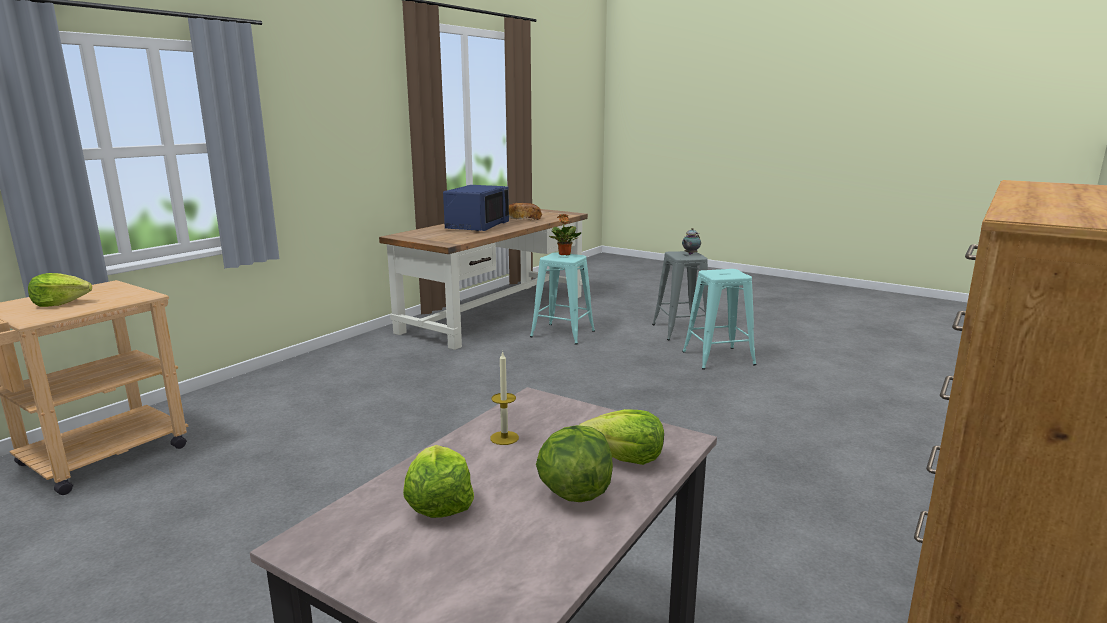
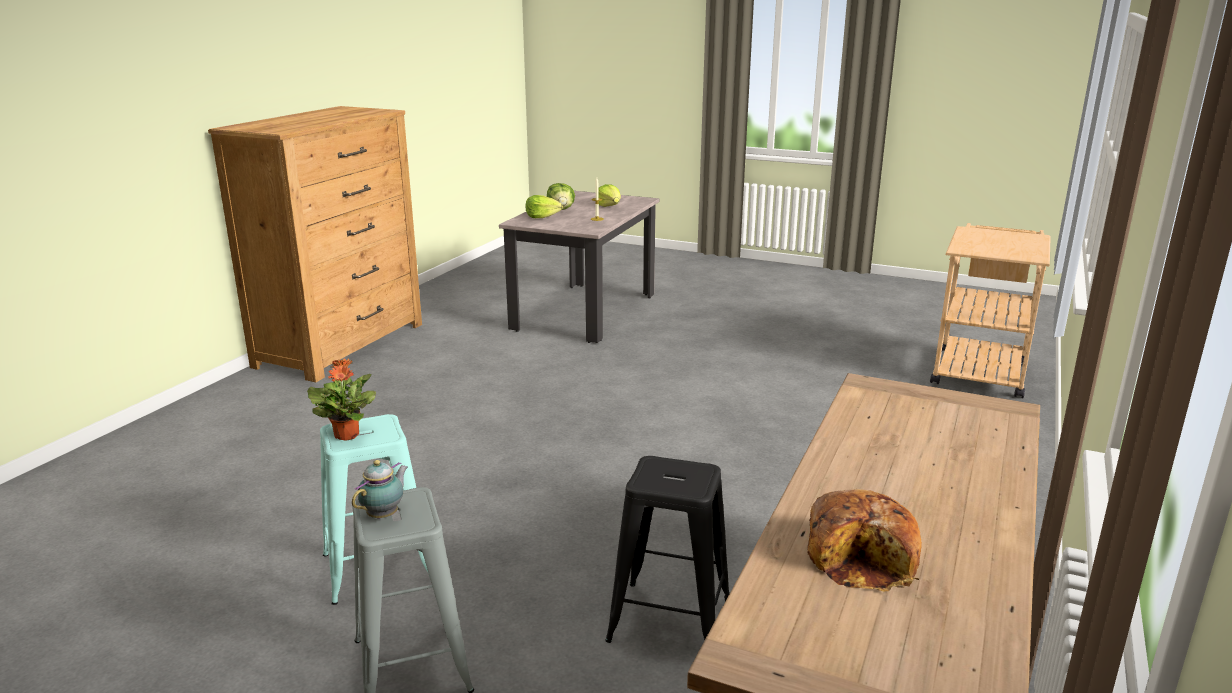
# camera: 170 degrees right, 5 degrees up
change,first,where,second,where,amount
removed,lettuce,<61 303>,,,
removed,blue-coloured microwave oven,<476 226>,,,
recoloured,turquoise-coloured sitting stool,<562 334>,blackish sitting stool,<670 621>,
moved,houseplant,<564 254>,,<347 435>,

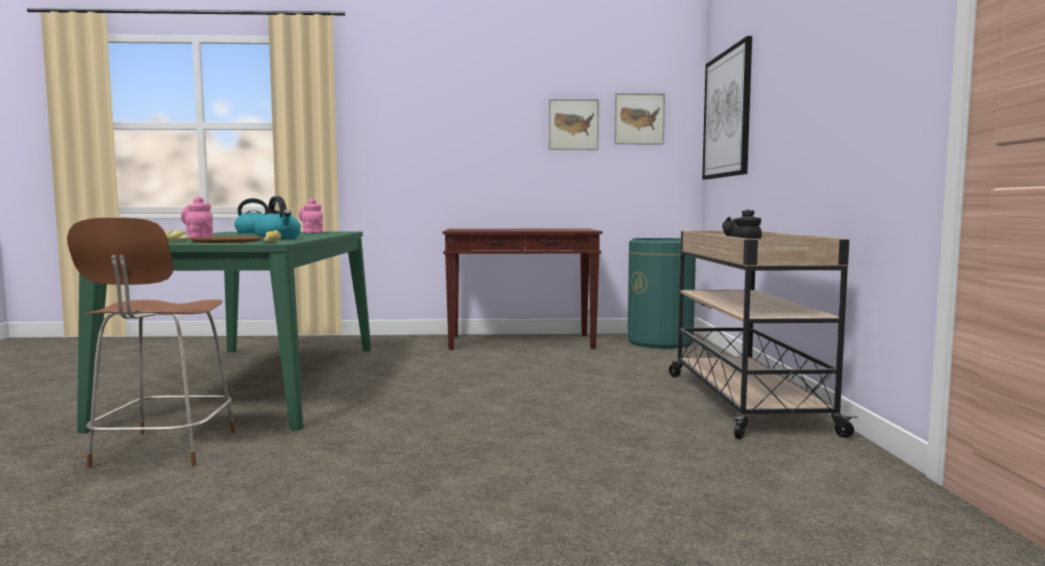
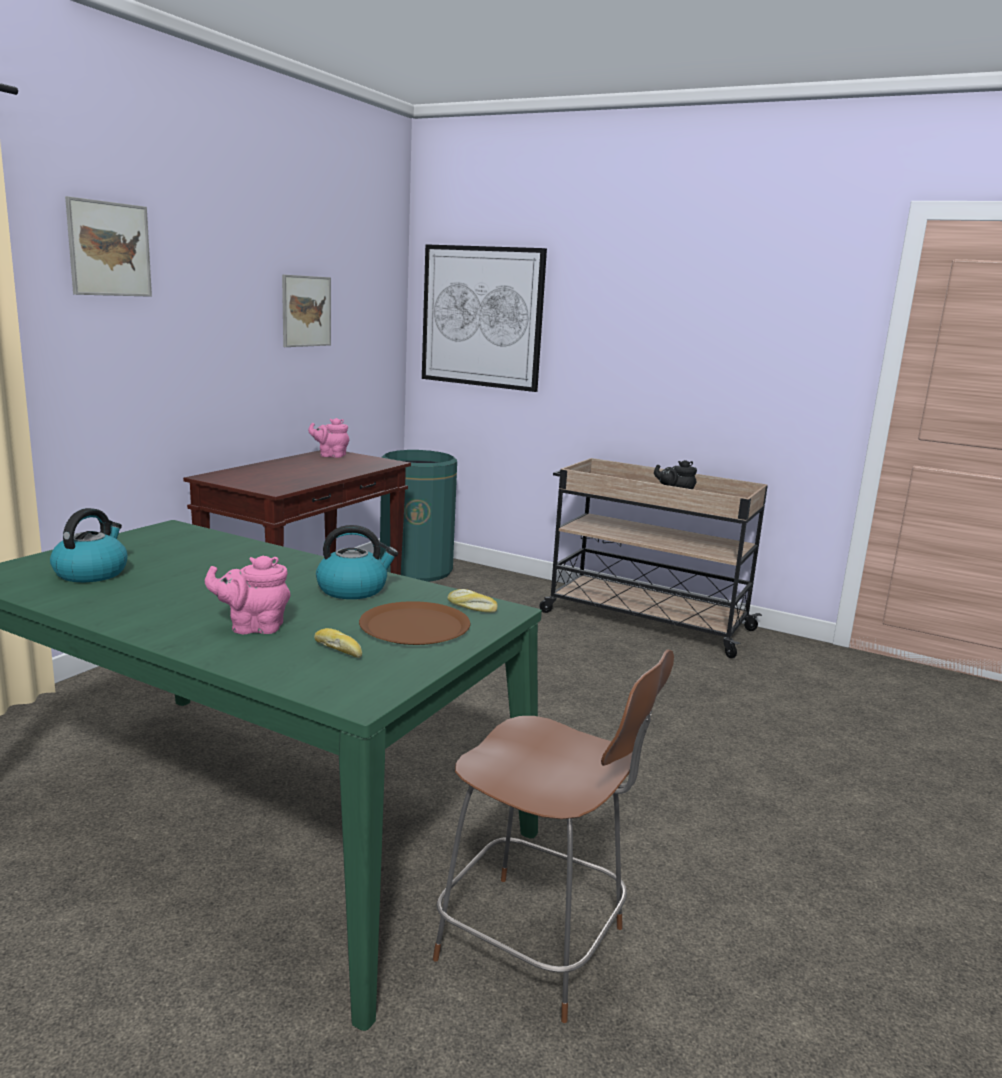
# camera: 60 degrees left, 10 degrees up
change,first,where,second,where,amount
moved,pink-coloured tea pot,<312 232>,,<330 455>,
moved,picture,<639 119>,,<109 249>,

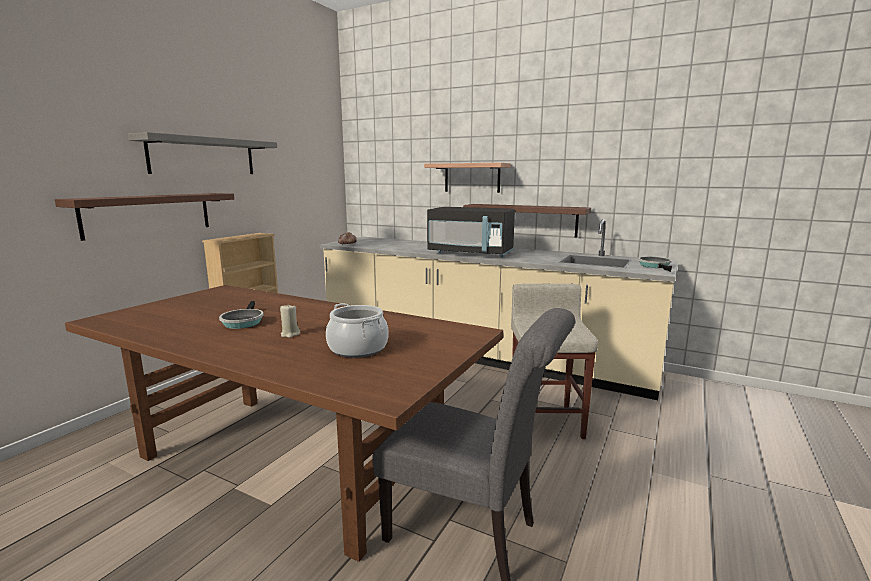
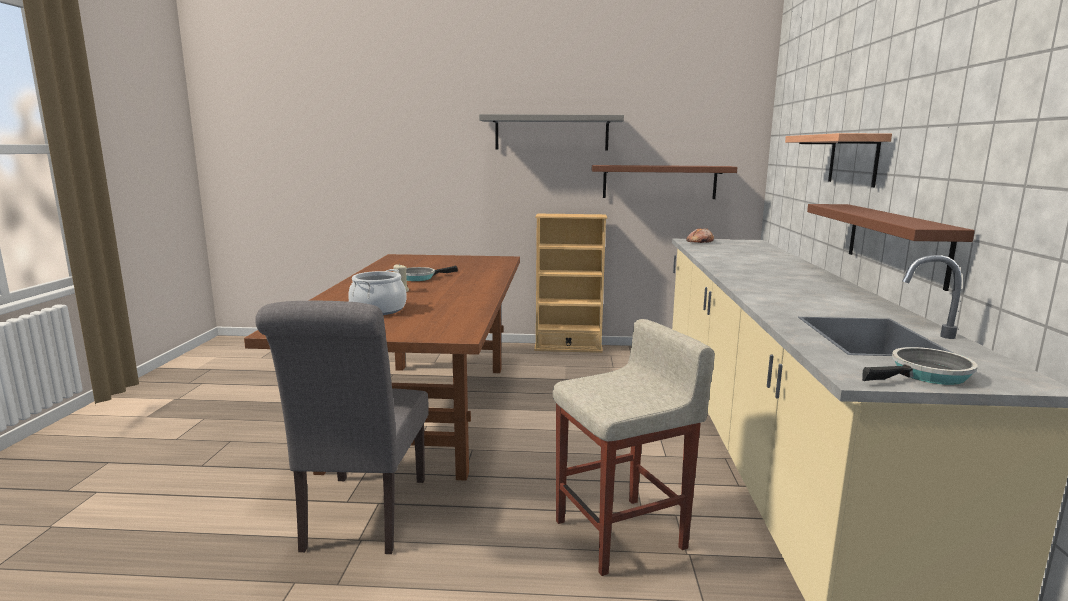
# camera: 65 degrees right, 0 degrees up
change,first,where,second,where,amount
moved,brown wall shelf,<149 214>,,<659 182>,
removed,blackish microwave oven,<471 253>,,,

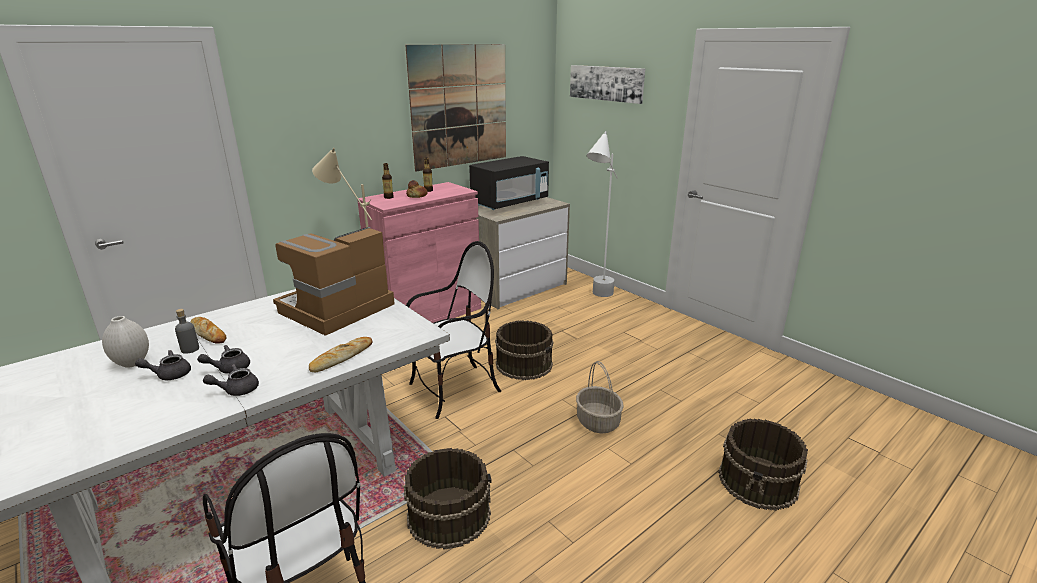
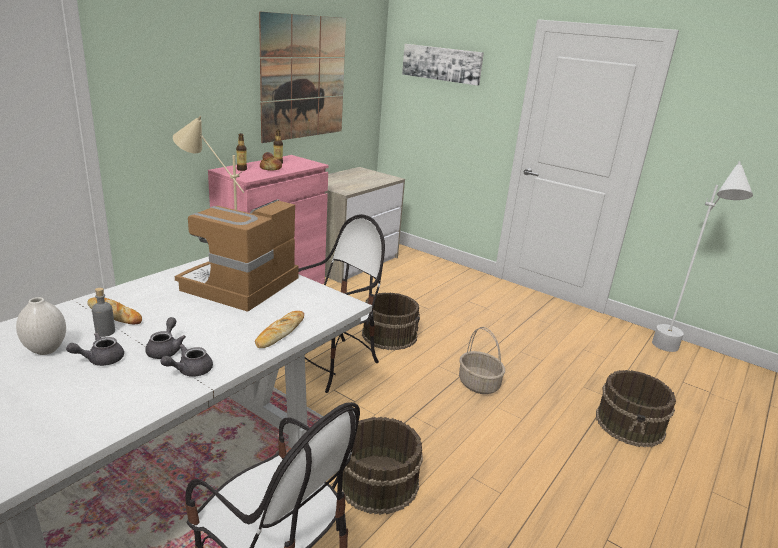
# camera: 15 degrees left, 0 degrees up
change,first,where,second,where,amount
turned,greyish tea pot,<229 368>,,<166 349>,135 degrees clockwise
removed,blackish microwave oven,<510 203>,,,
moved,whitish standard lamp,<597 299>,,<669 356>,

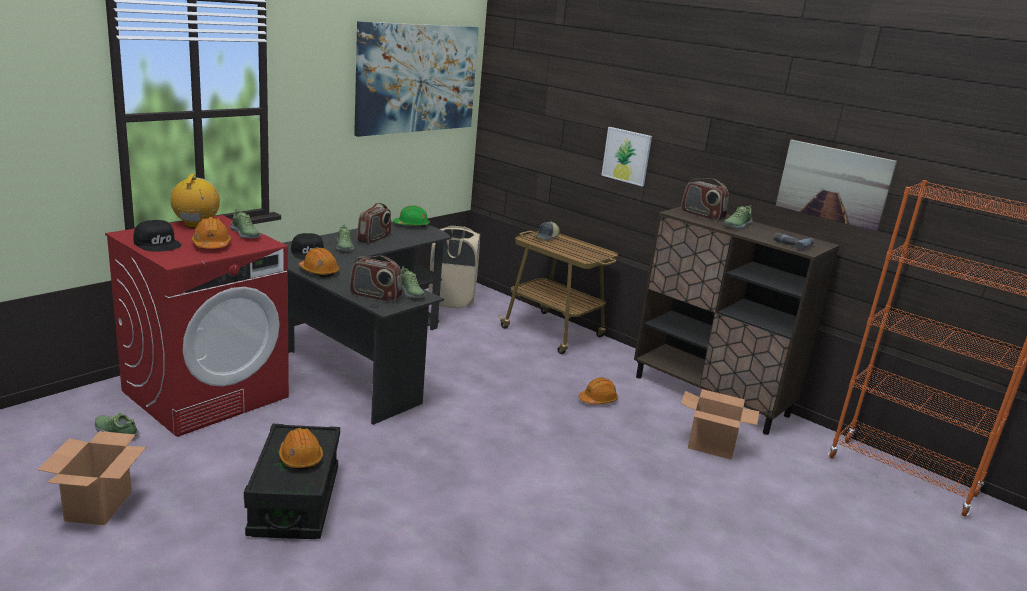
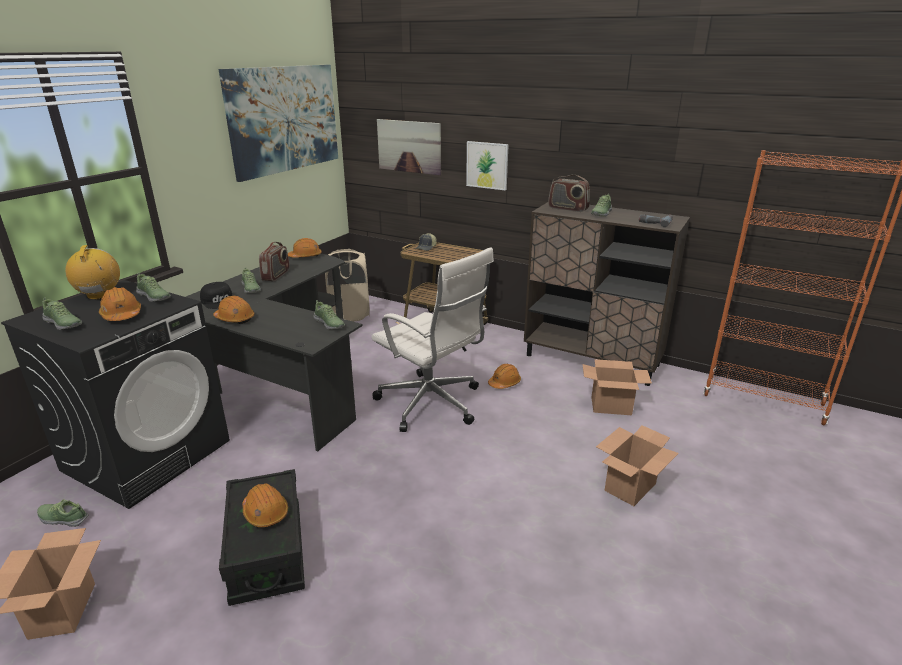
# camera: 10 degrees left, 5 degrees up
change,first,where,second,where,amount
recoloured,reddish laundry appliance,<206 394>,blackish laundry appliance,<148 454>,
replaced,blackish baseball cap,<158 243>,shoe,<63 324>,
removed,radio,<375 296>,,,
recoloured,greenish safety helmet,<411 225>,orange safety helmet,<305 256>,
moved,picture,<833 184>,,<409 146>,
added,,,whitish office chair,<431 404>,
added,,,cardboard box,<630 487>,

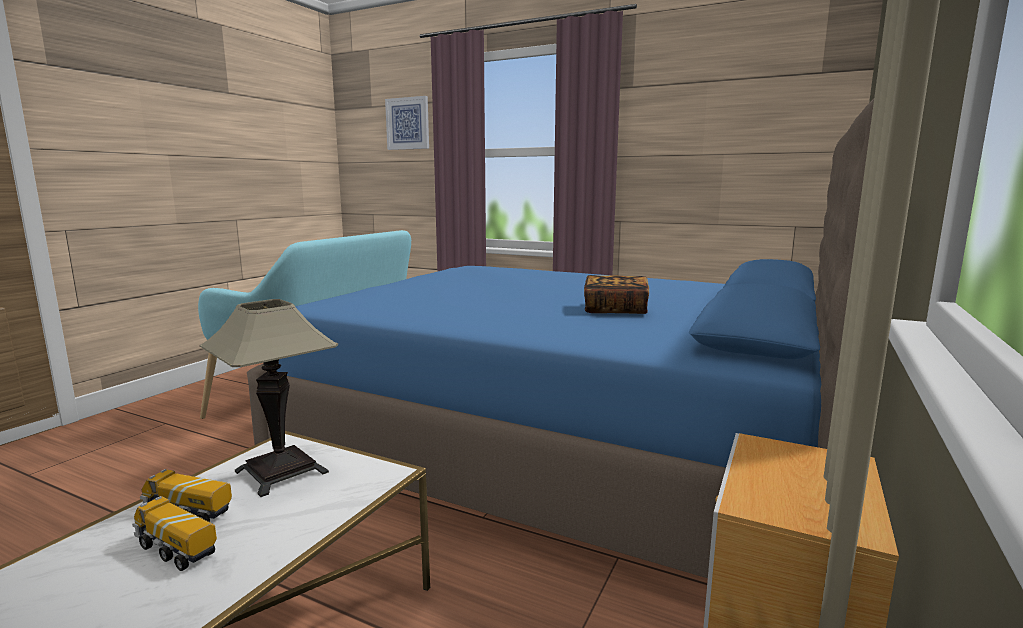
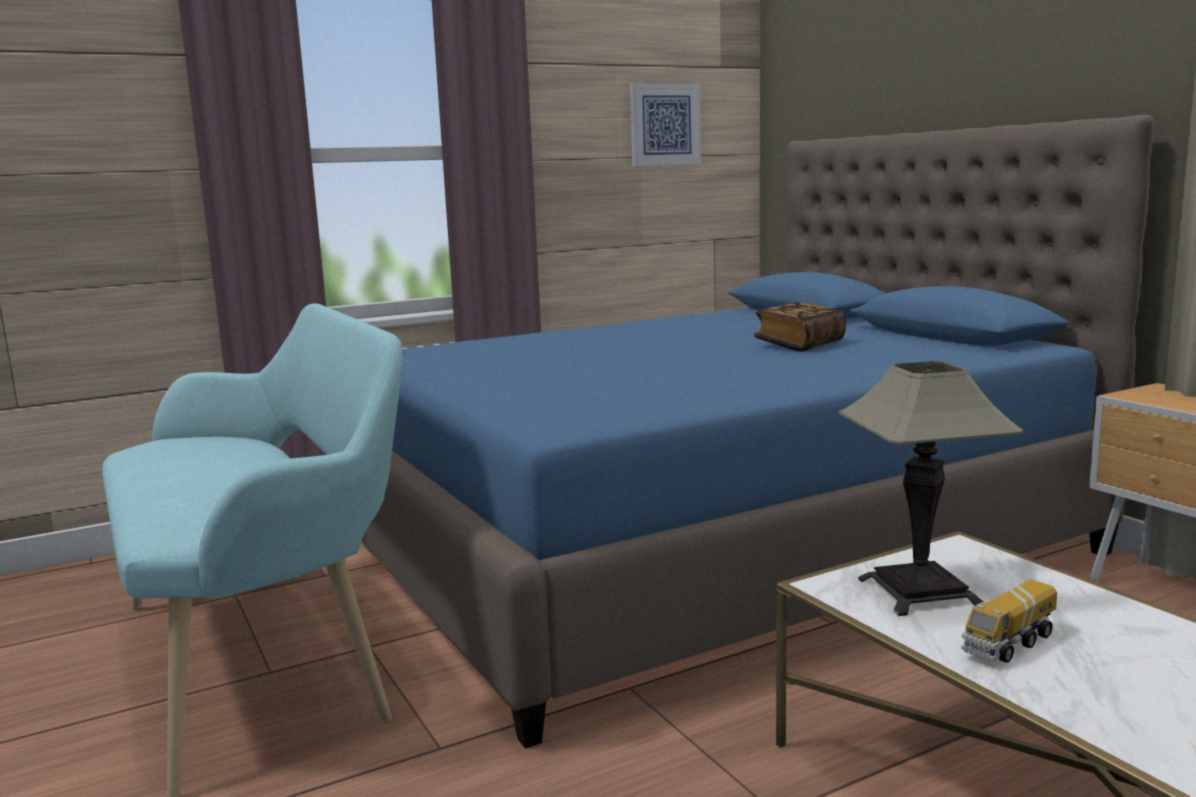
# camera: 55 degrees left, 0 degrees up
change,first,where,second,where,amount
removed,toy truck,<176 550>,,,
moved,picture,<408 123>,,<664 124>,

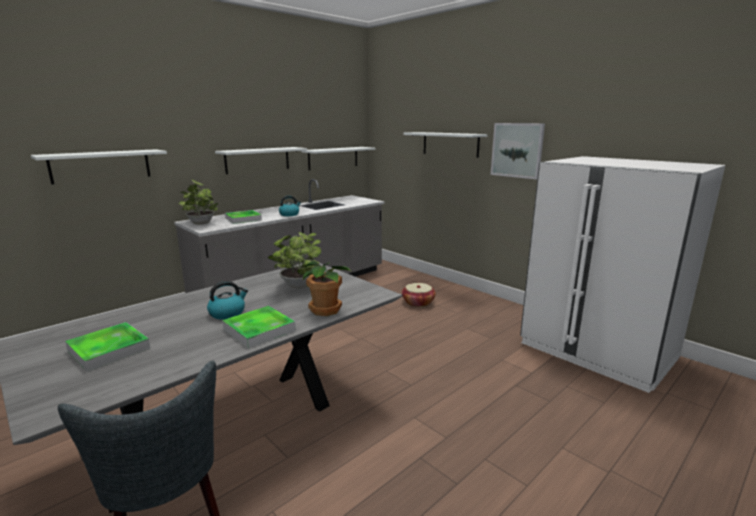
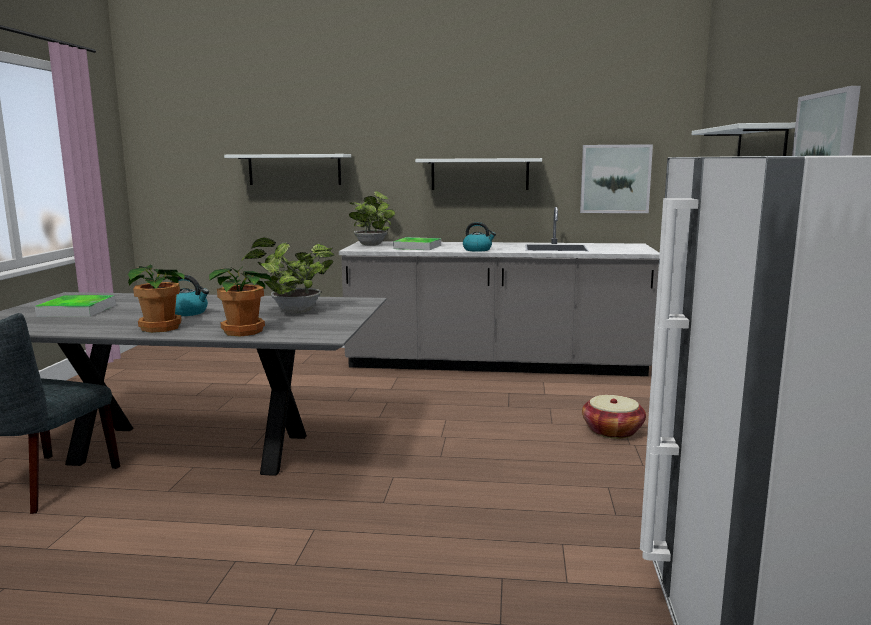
# camera: 50 degrees right, 5 degrees down
change,first,where,second,where,amount
replaced,tray,<259 330>,houseplant,<162 327>,
replaced,whitish wall shelf,<333 158>,picture,<615 179>,

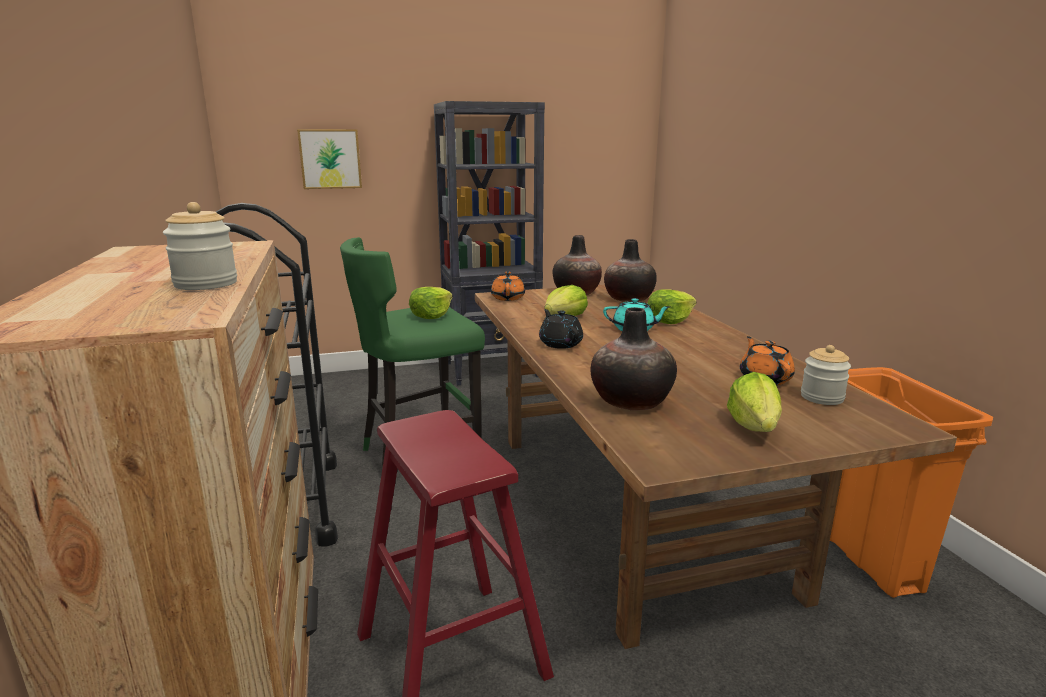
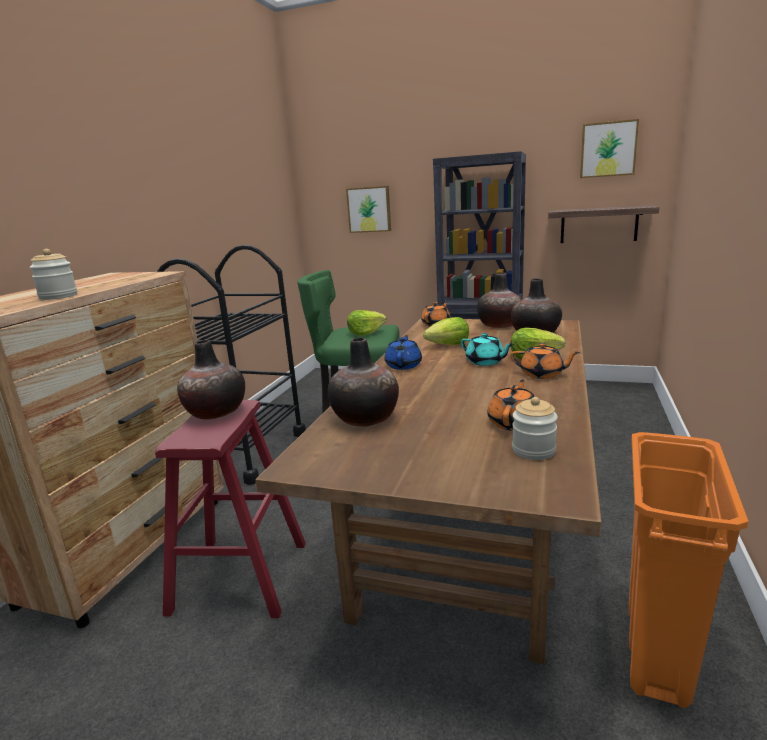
# camera: 35 degrees right, 0 degrees up
change,first,where,second,where,amount
recoloured,blackish tea pot,<560 343>,blue-coloured tea pot,<404 365>,
removed,lettuce,<754 427>,,,
added,,,decorative vase,<216 412>,
added,,,orange tea pot,<542 374>,
added,,,wall shelf,<598 225>,
added,,,picture,<608 149>,

